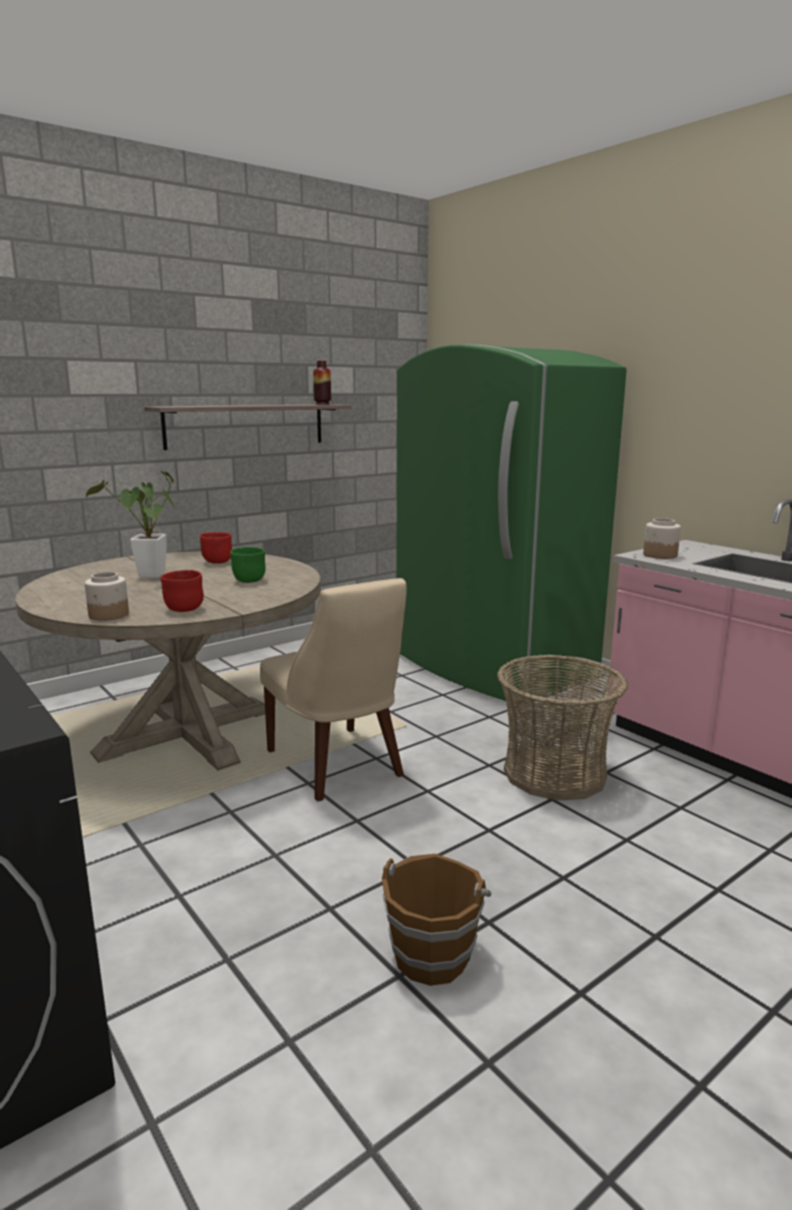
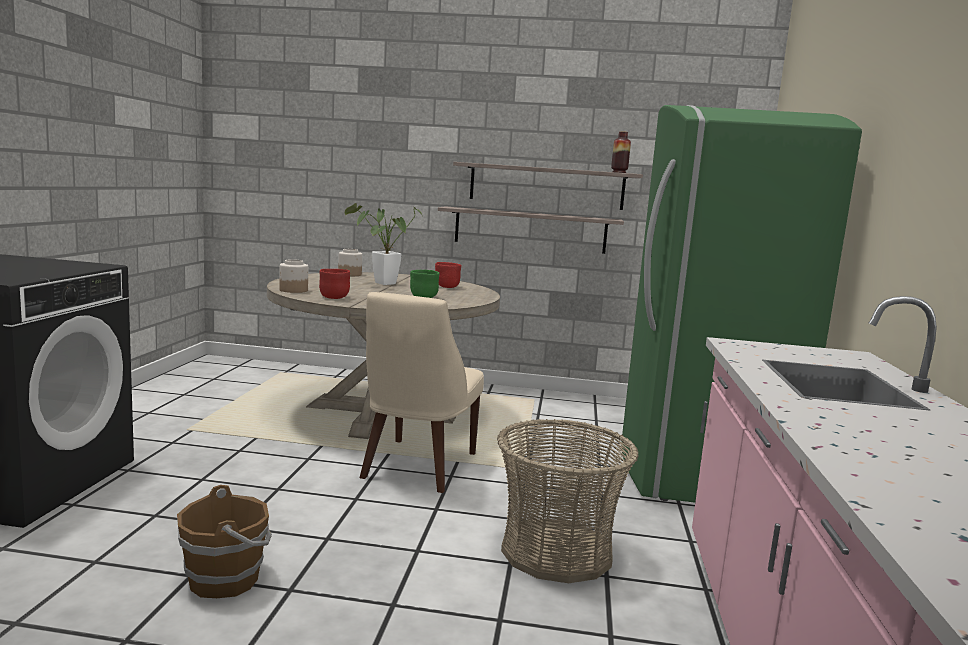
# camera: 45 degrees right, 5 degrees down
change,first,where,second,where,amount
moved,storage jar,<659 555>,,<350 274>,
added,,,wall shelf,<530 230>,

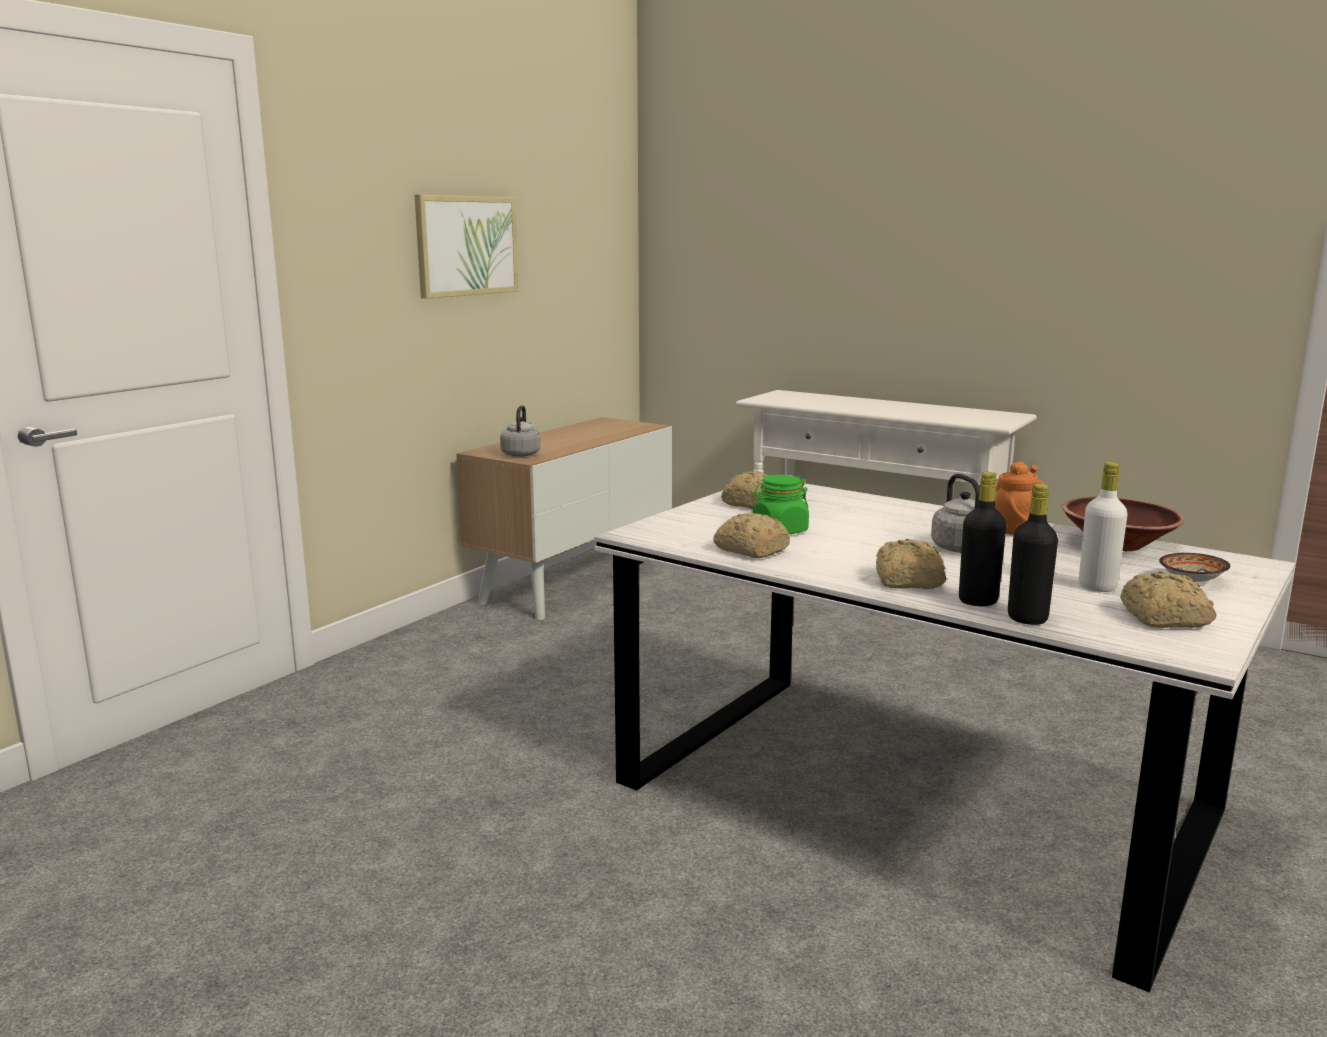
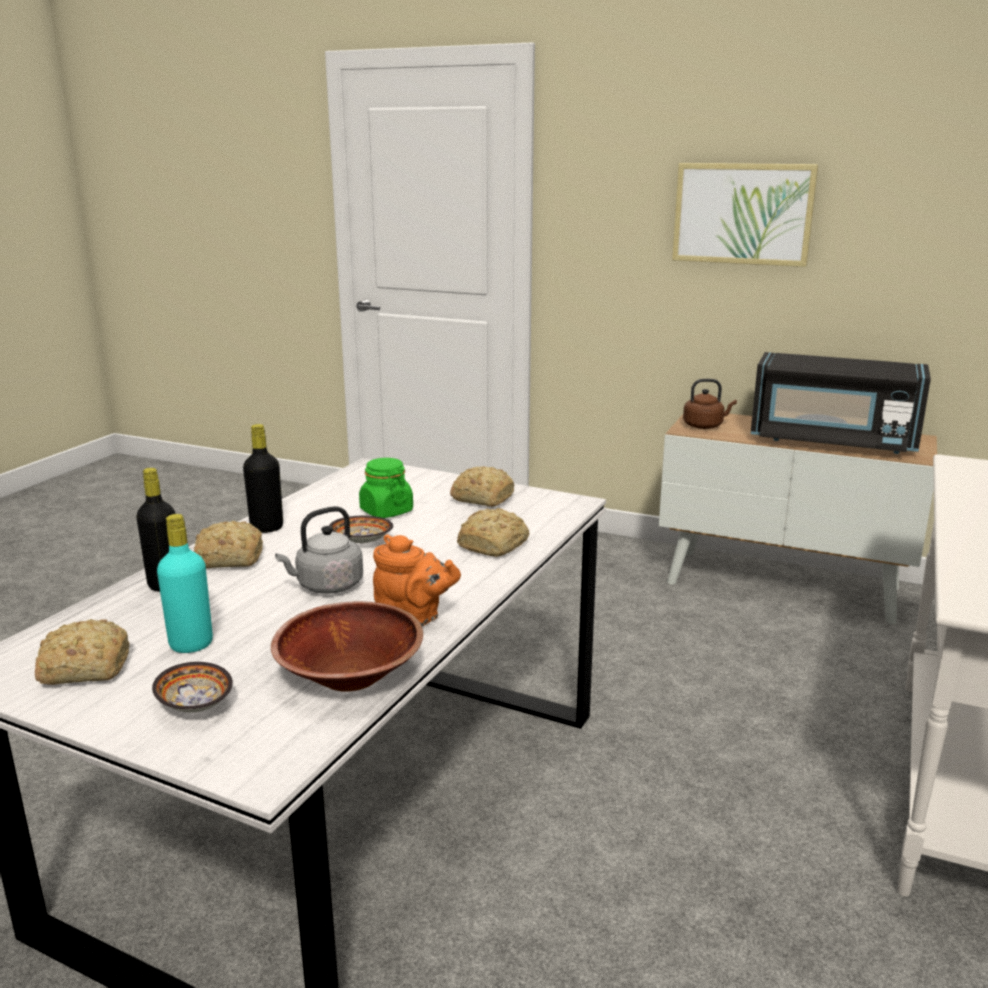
# camera: 80 degrees right, 5 degrees up
change,first,where,second,where,amount
recoloured,greyish tea kettle,<521 454>,brown tea kettle,<705 426>,
moved,bread,<751 550>,,<494 545>,
moved,blackish drink bottle,<1027 618>,,<267 528>,
recoloured,whitish drink bottle,<1097 587>,turquoise-coloured drink bottle,<191 645>,
added,,,serving bowl,<361 541>,
added,,,blackish microwave oven,<832 441>,

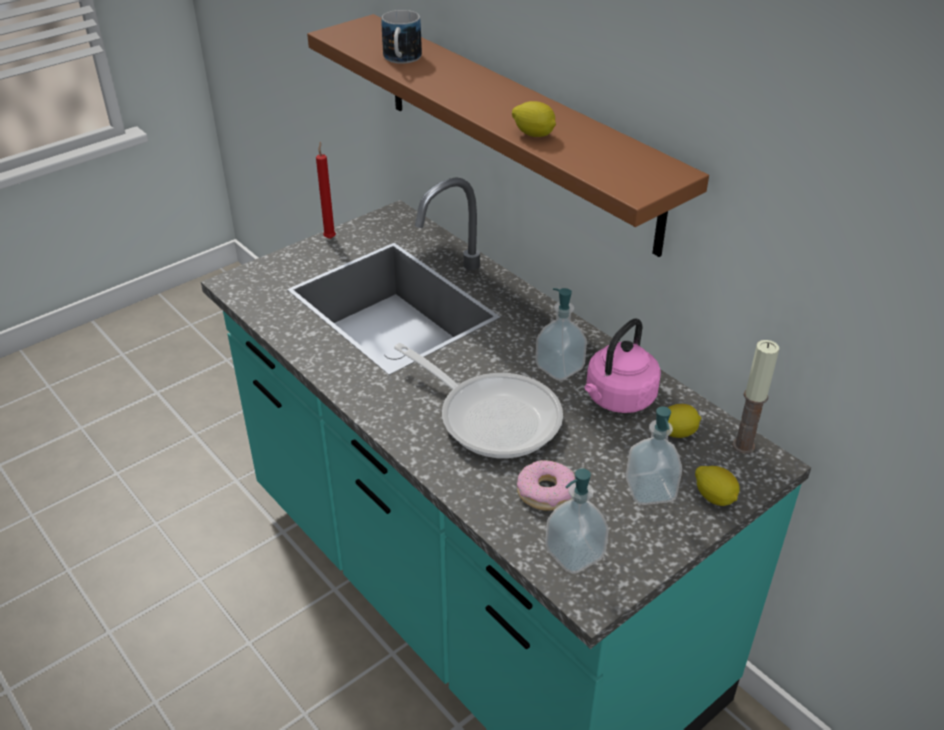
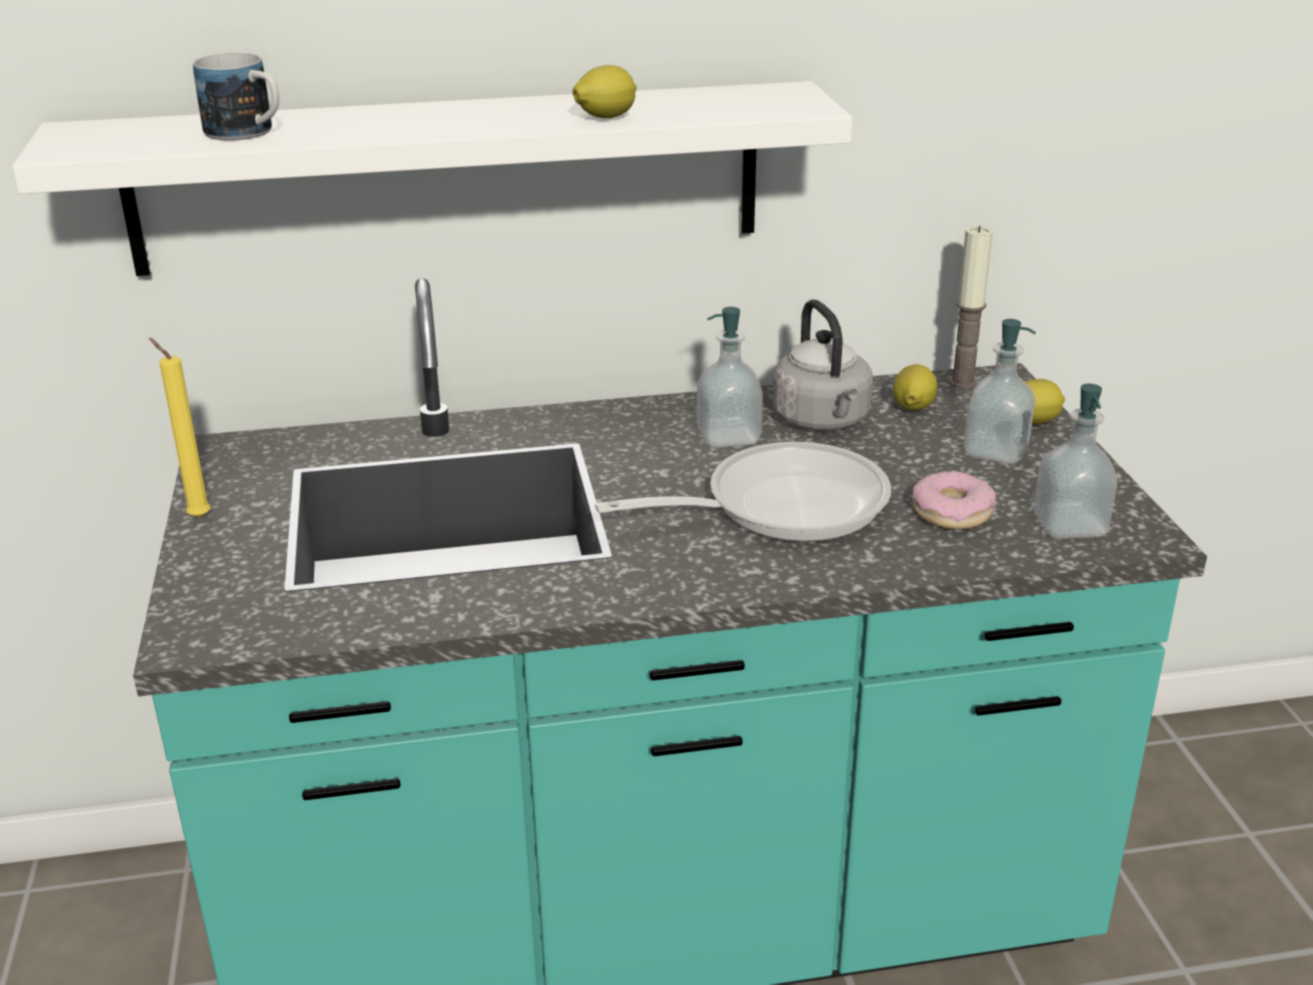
# camera: 60 degrees left, 10 degrees down
change,first,where,second,where,amount
recoloured,brown wall shelf,<515 129>,whitish wall shelf,<448 178>,
recoloured,reddish wax light,<330 237>,yellow wax light,<197 517>,
recoloured,pink-coloured tea kettle,<617 399>,greyish tea kettle,<823 421>,

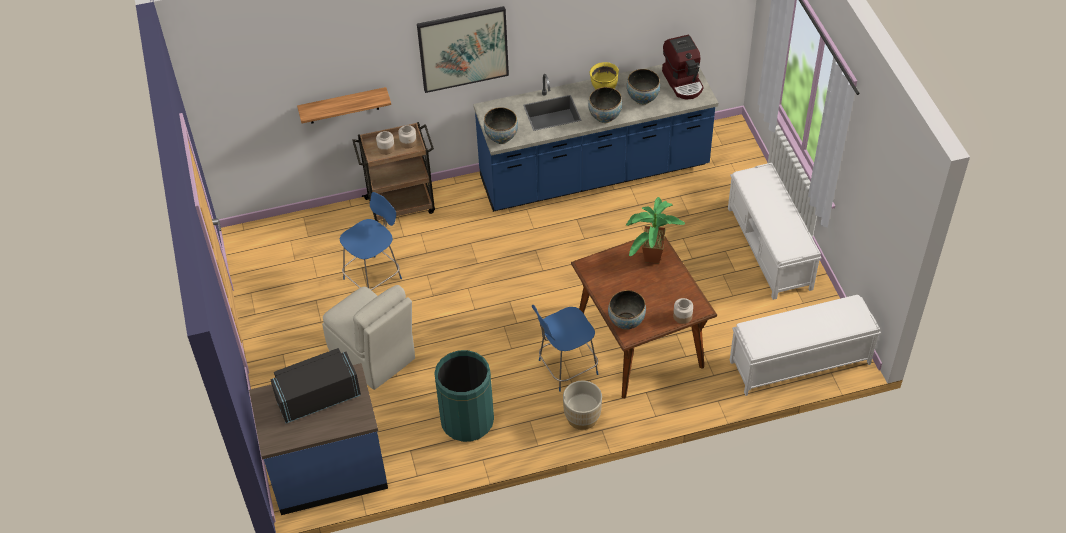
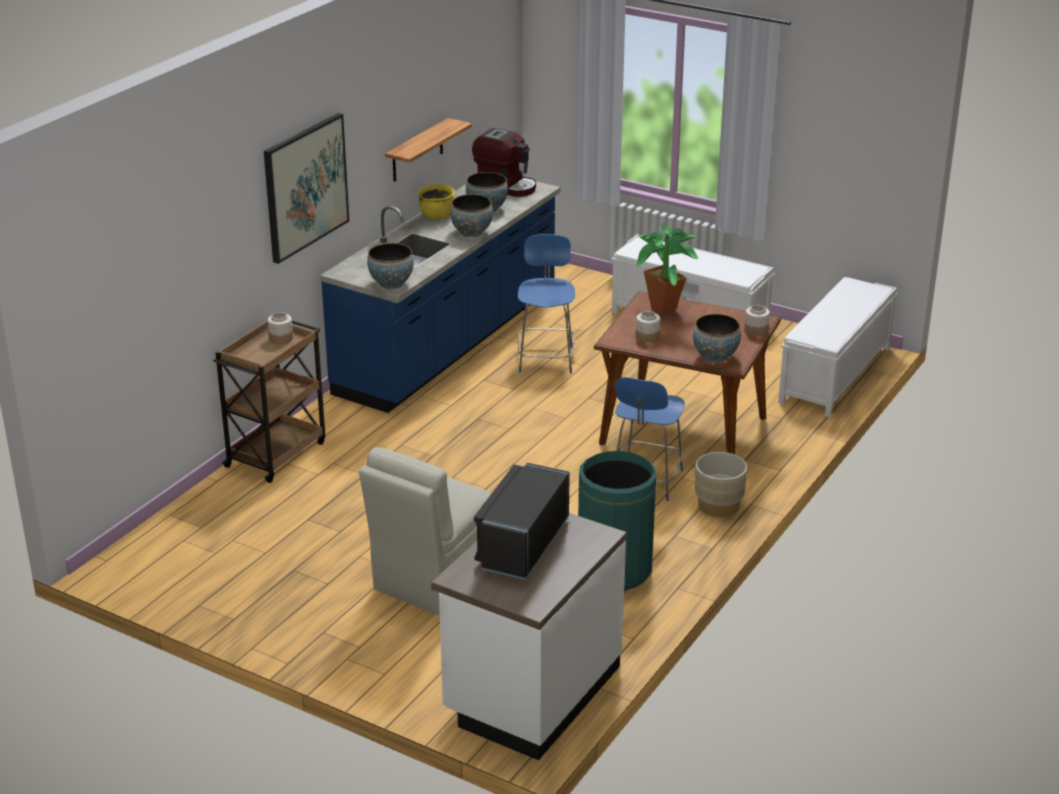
# camera: 45 degrees left, 20 degrees down
change,first,where,second,where,amount
recoloured,blue-coloured counter,<328 470>,whitish counter,<531 692>,
moved,wall shelf,<343 106>,,<417 151>,
turned,sand-coloured upright chair,<373 356>,,<433 577>,120 degrees clockwise
moved,blue-coloured upright chair,<374 277>,,<546 358>,
moved,storage jar,<386 148>,,<647 337>,

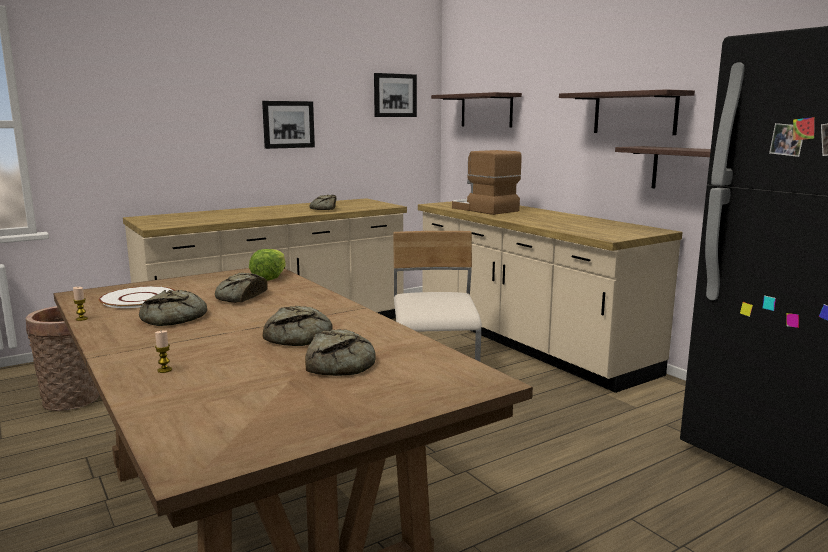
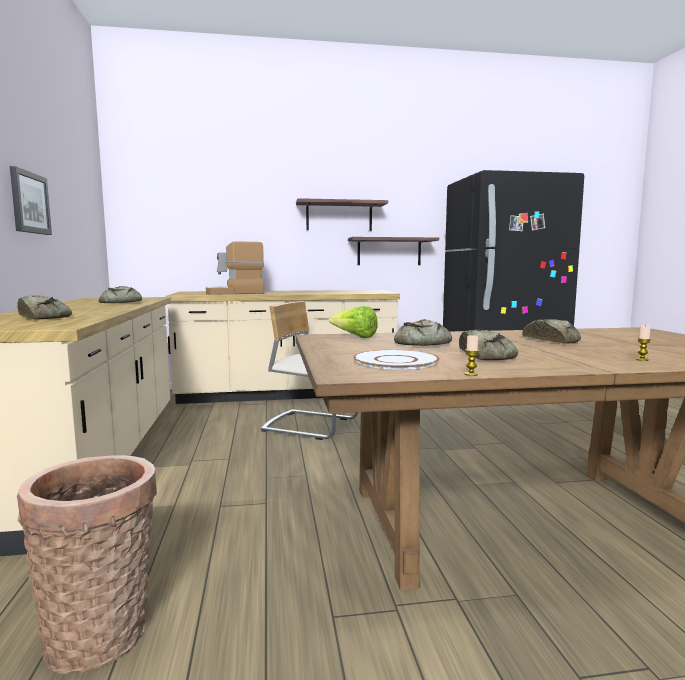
# camera: 65 degrees left, 5 degrees down
change,first,where,second,where,amount
moved,bread,<342 363>,,<43 317>,
removed,picture,<394 95>,,,
removed,wall shelf,<486 110>,,,

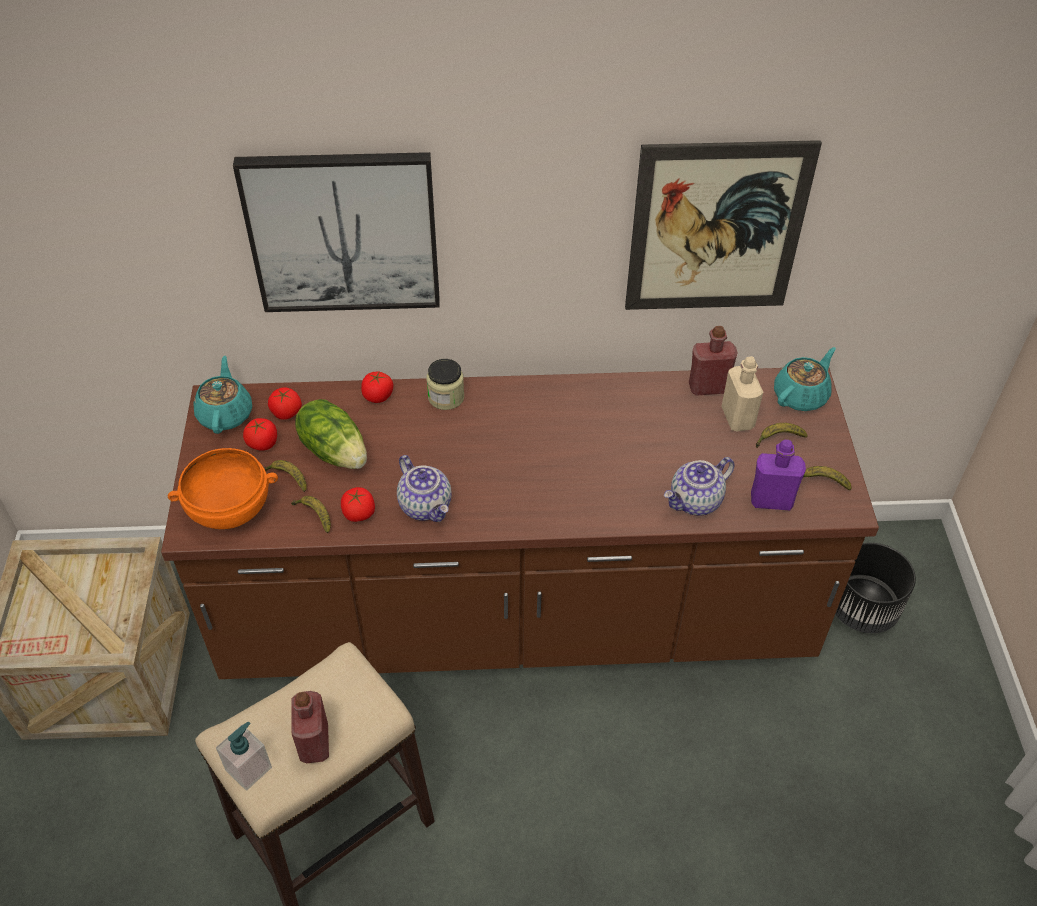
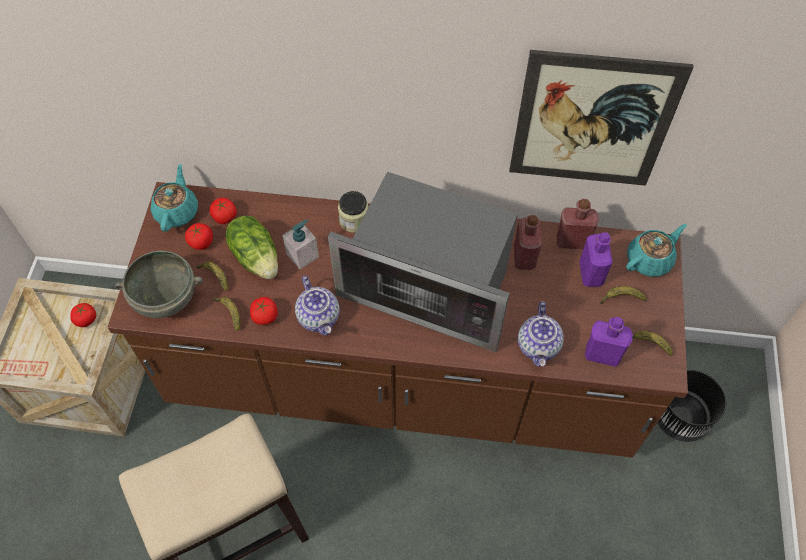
# camera: 10 degrees right, 10 degrees up
change,first,where,second,where,amount
recoloured,orange serving bowl,<229 511>,greyish serving bowl,<165 299>,
moved,soap bottle,<249 768>,,<303 255>,
removed,picture,<343 232>,,,
moved,reddish drink bottle,<314 743>,,<524 257>,
moved,whole tomato,<378 396>,,<86 320>,
turned,tea pot,<695 501>,,<539 346>,60 degrees counterclockwise
recoloured,sand-coloured drink bottle,<737 418>,purple-coloured drink bottle,<591 273>,
added,,,microwave oven,<430 287>,

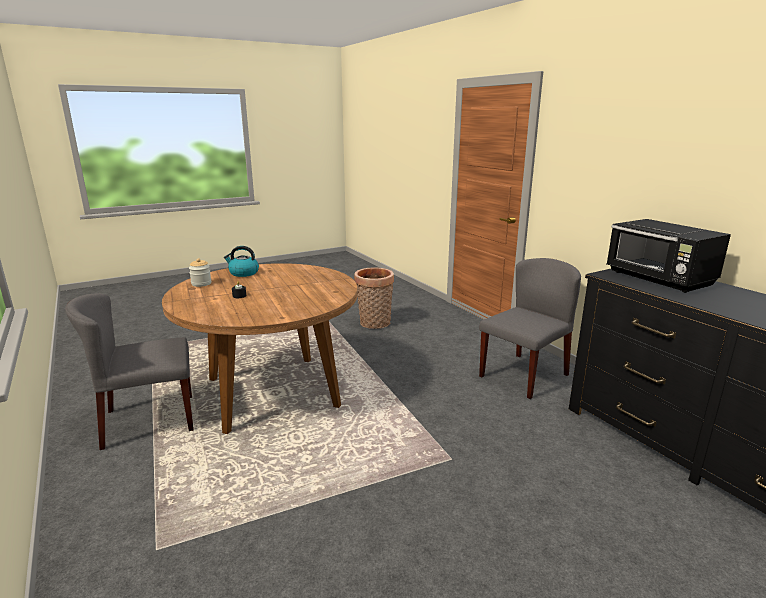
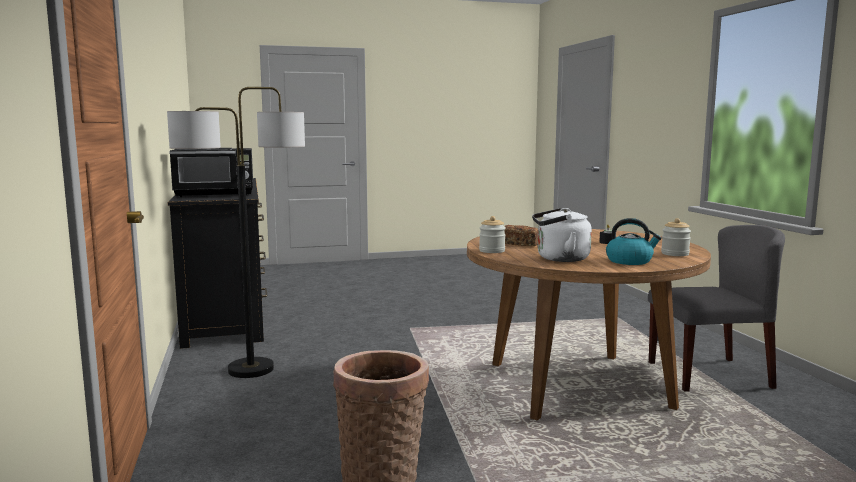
# camera: 165 degrees left, 10 degrees down
change,first,where,second,where,amount
replaced,greyish upright chair,<524 375>,standard lamp,<250 369>,
turned,blackish microwave oven,<659 279>,,<216 194>,90 degrees clockwise
added,,,storage jar,<492 251>,
added,,,bread,<520 244>,
added,,,whitish tea kettle,<559 259>,

